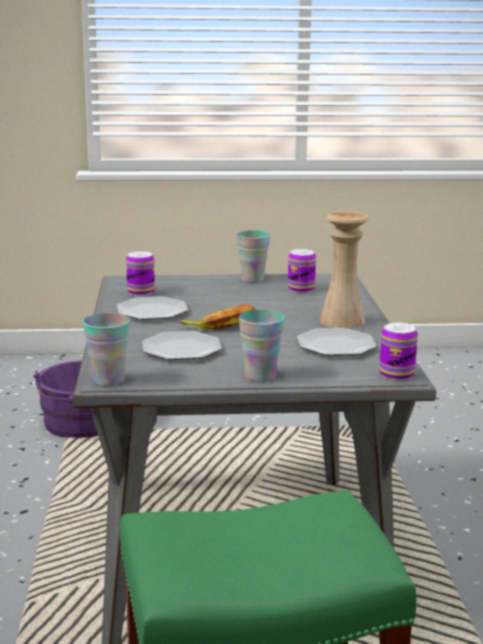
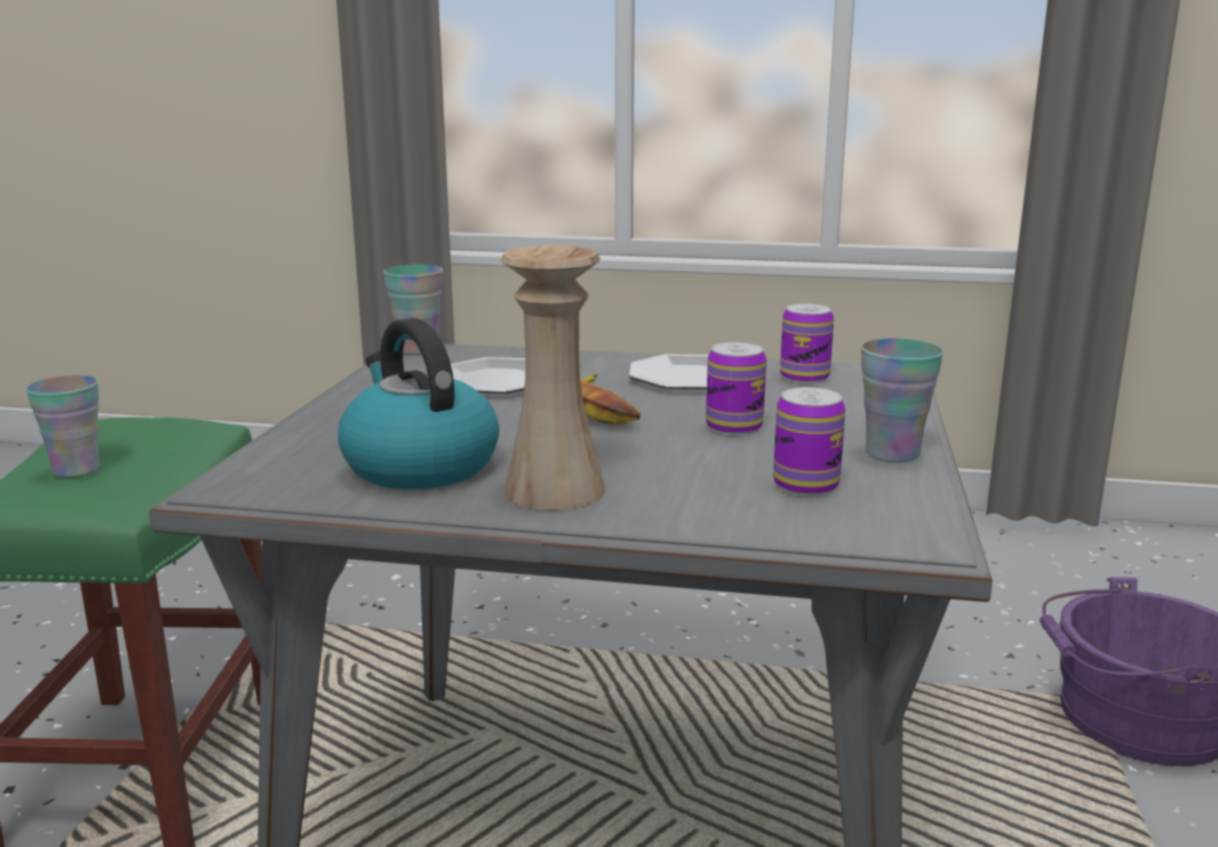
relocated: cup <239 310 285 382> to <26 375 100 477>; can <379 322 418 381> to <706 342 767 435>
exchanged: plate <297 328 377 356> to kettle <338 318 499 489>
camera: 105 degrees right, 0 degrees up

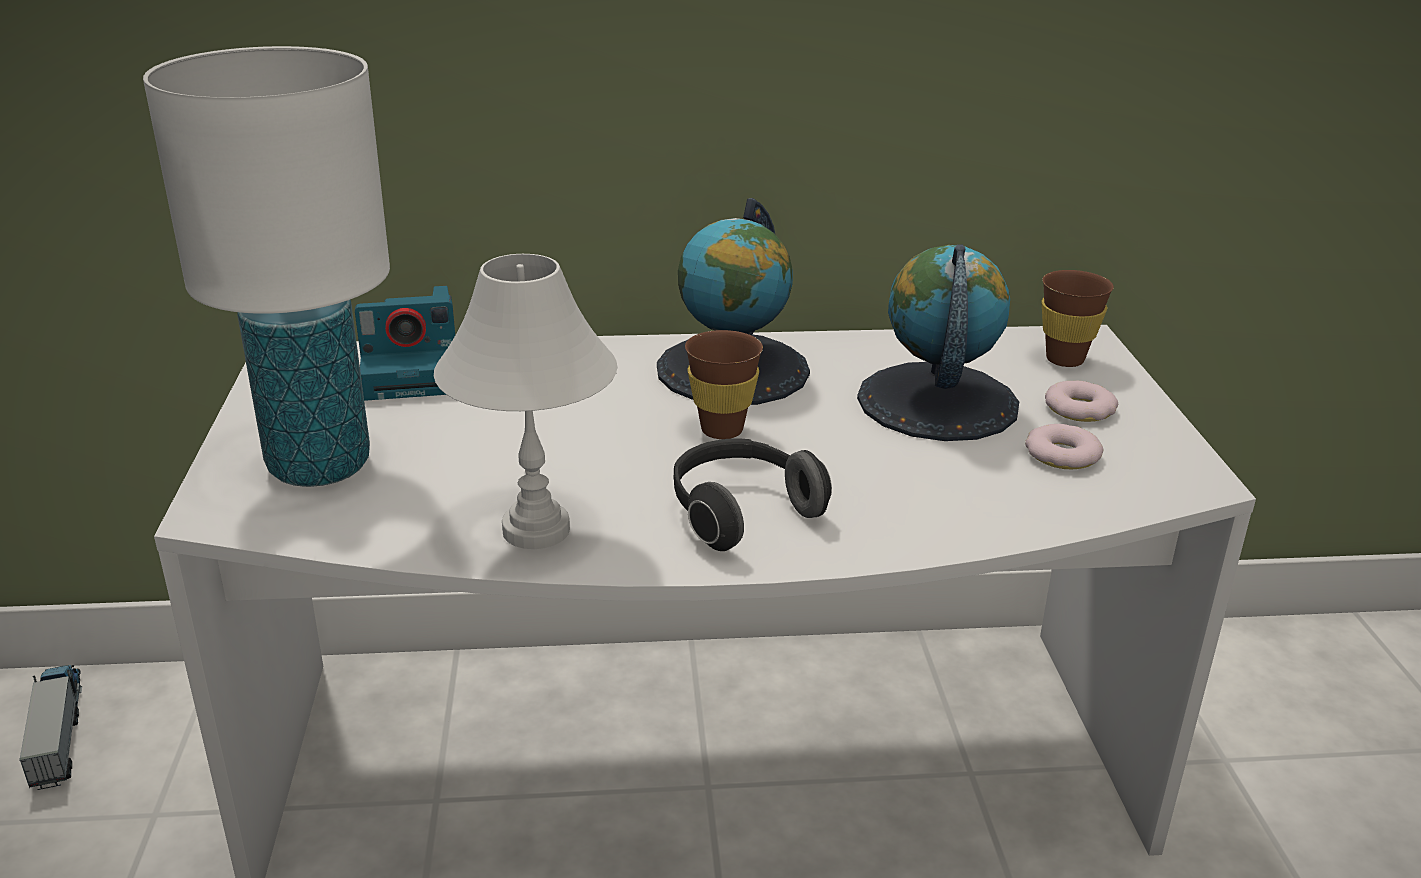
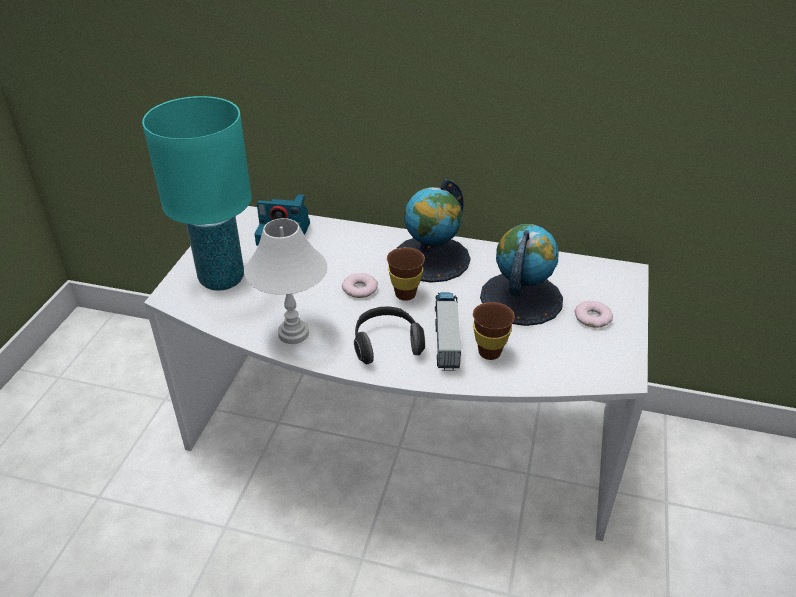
relocated: donut <1025 424 1103 469> to <342 273 378 298>; toy truck <19 665 82 790> to <435 292 461 371>; cup (brown) <1041 270 1114 367> to <473 302 515 360>
colour: table lamp (white) <143 46 390 487> to table lamp (turquoise) <142 96 252 291>
camera: 20 degrees right, 10 degrees up

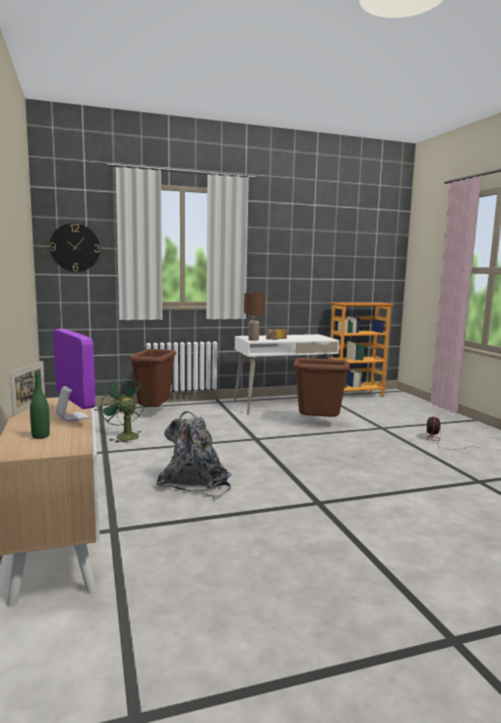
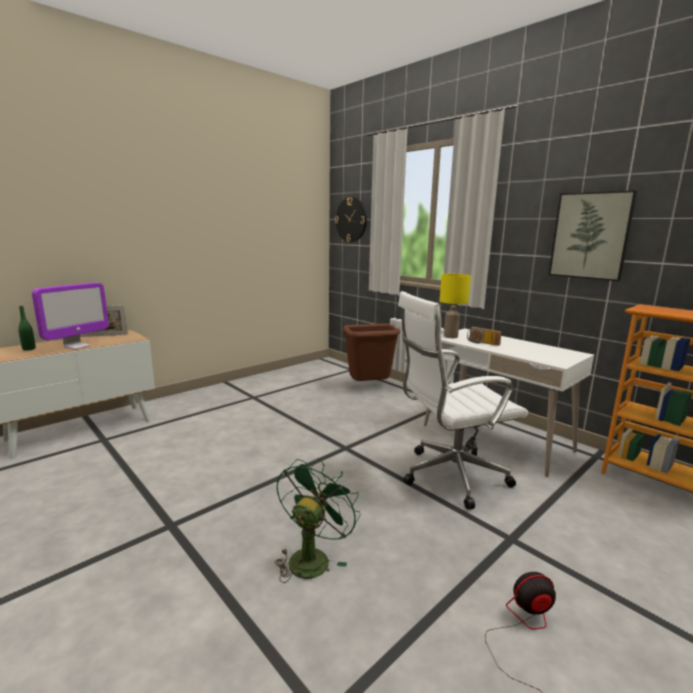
missing: backpack (grey) <156 411 232 499>
appeared: picture <549 190 637 281>
relocated: fan (green) <99 378 146 443> to <275 458 360 583>
exchanged: trash can (brown) <293 358 350 417> to office chair (white) <398 291 528 510>
colour: table lamp (brown) <244 293 265 341> to table lamp (yellow) <440 274 471 338>
camera: 65 degrees right, 5 degrees up

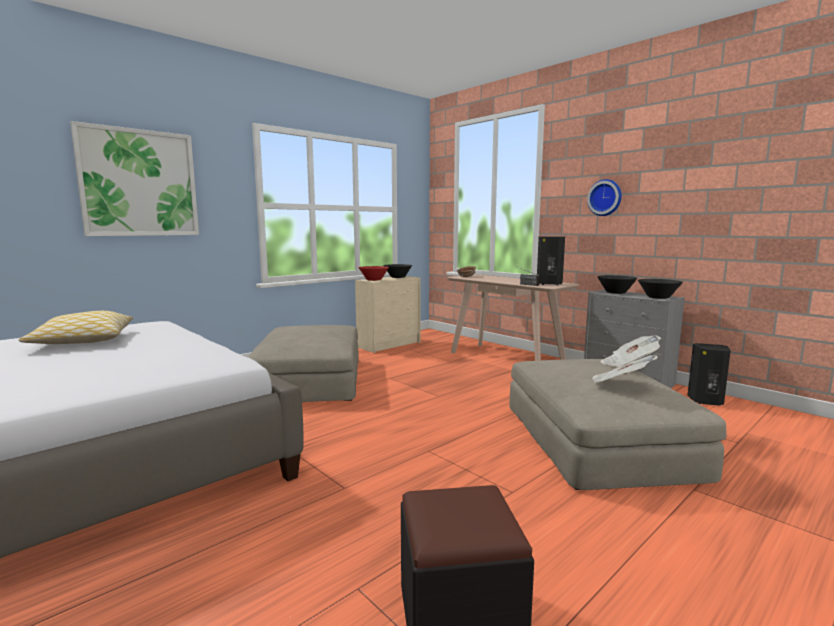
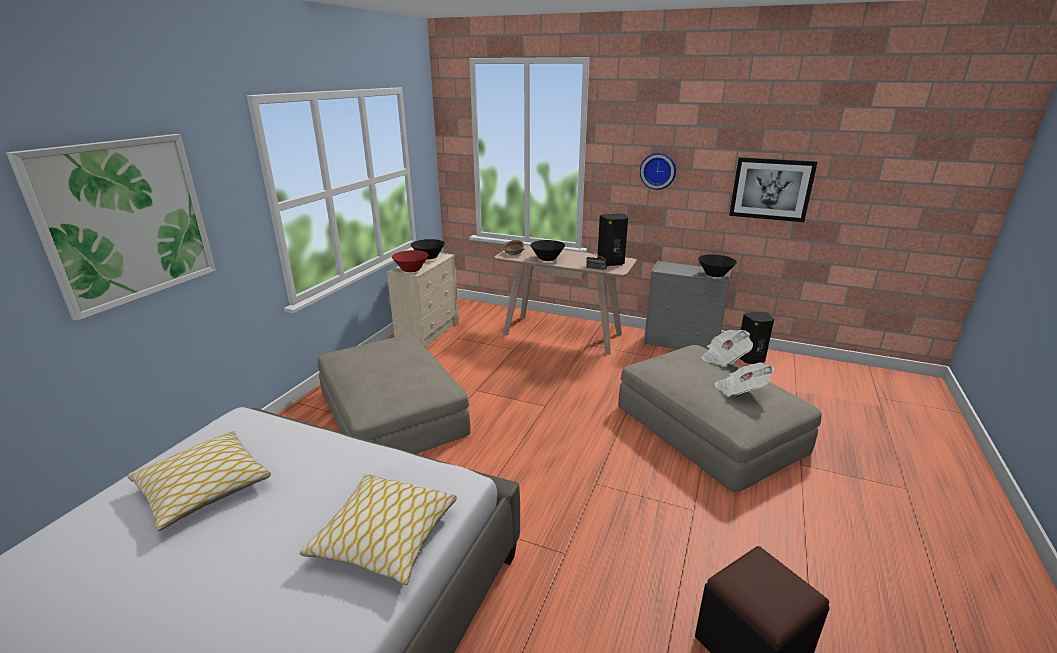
appeared: pillow <300 474 457 585>; picture <729 157 818 222>
relocated: bowl (black) <597 275 638 294> to <530 240 565 261>
camera: 25 degrees left, 15 degrees up

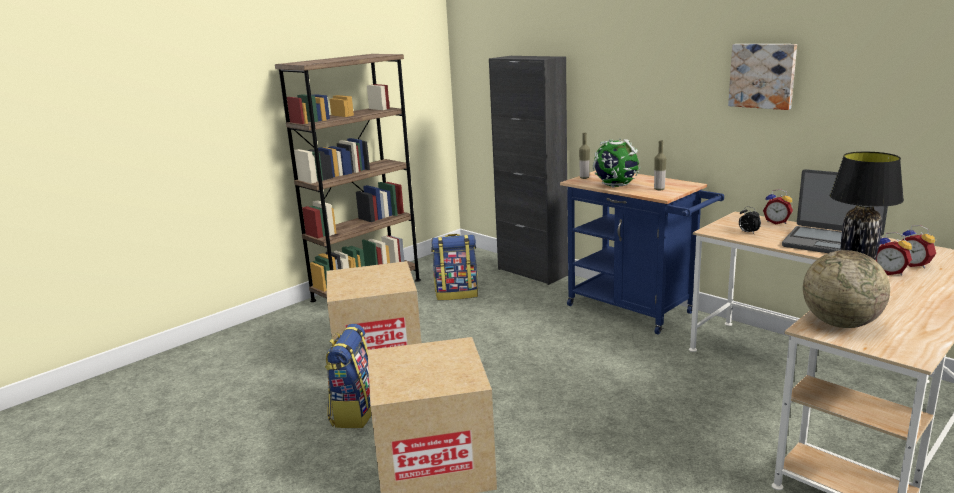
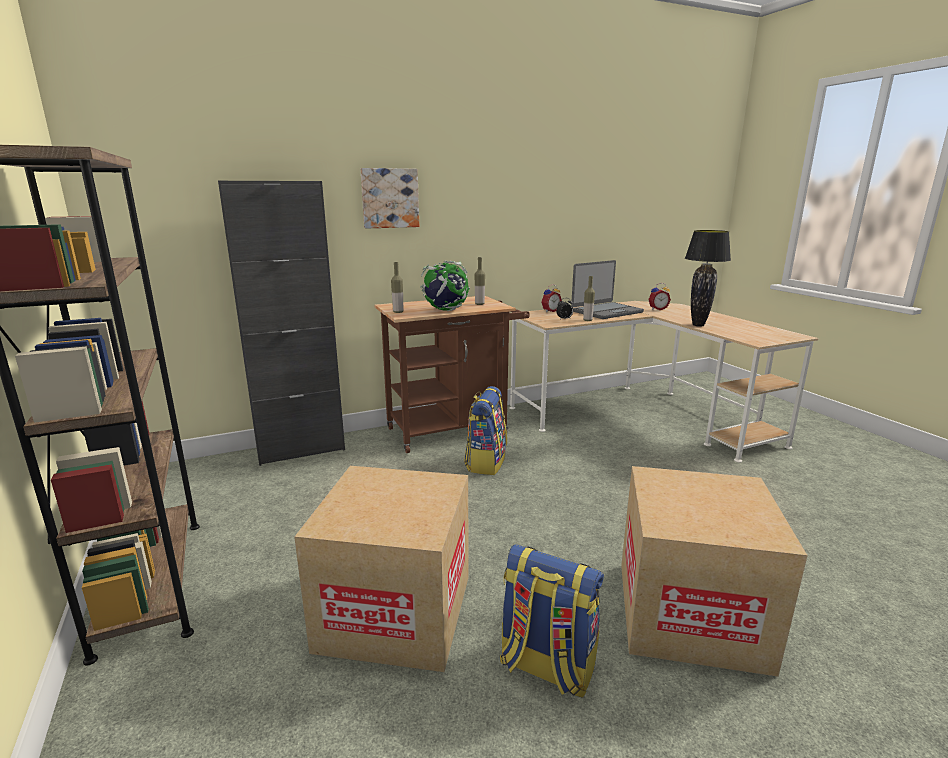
missing: globe <803 250 890 328>; alarm clock <876 232 912 276>
appeared: bottle <583 276 595 321>
relocated: picture <728 44 797 110> to <360 168 419 229>; backpack <431 234 478 300> to <464 386 507 475>
colour: cart (blue) <560 171 724 335> to cart (brown) <375 296 530 453>
camera: 70 degrees left, 0 degrees up

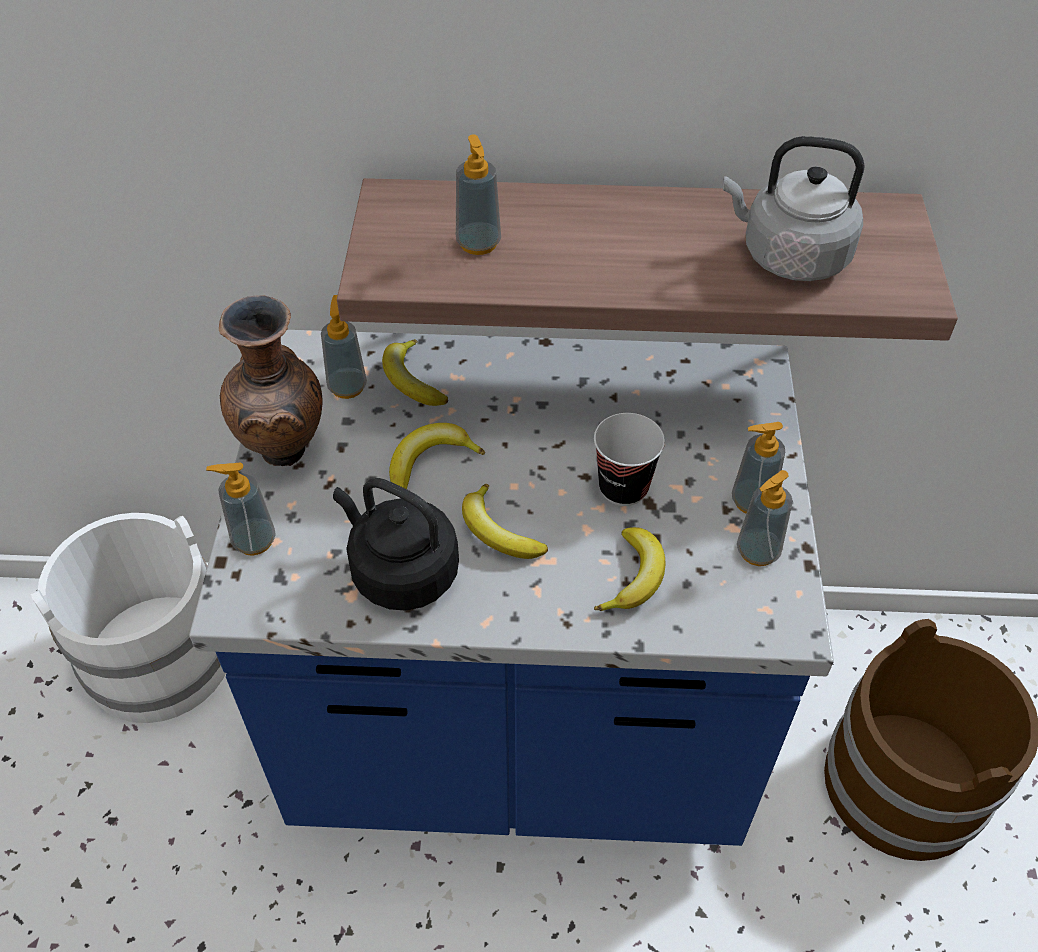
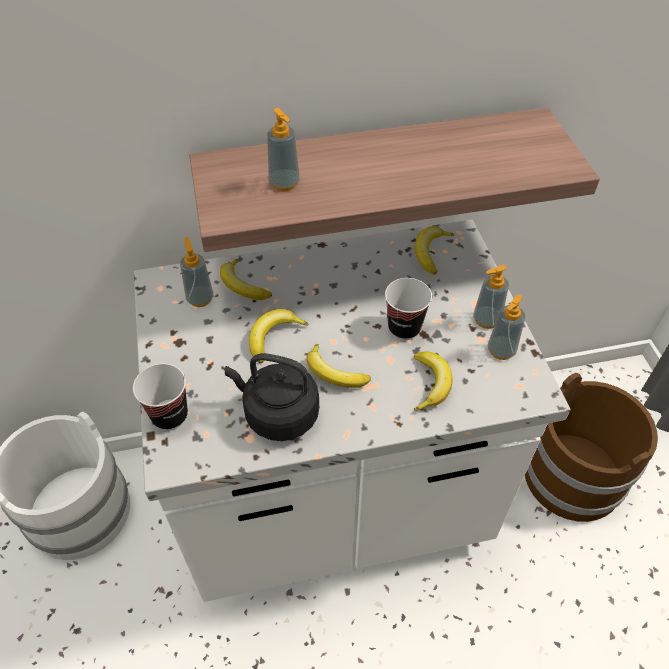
missing: vase (brown) <219 295 323 466>; kettle (grey) <723 136 864 281>
appeared: banana <415 226 454 275>
exchanged: soap dispenser <206 462 276 556> to cup <133 364 188 430>
colour: counter (blue) <189 330 834 846> to counter (white) <134 220 571 602>
camera: 15 degrees left, 0 degrees up

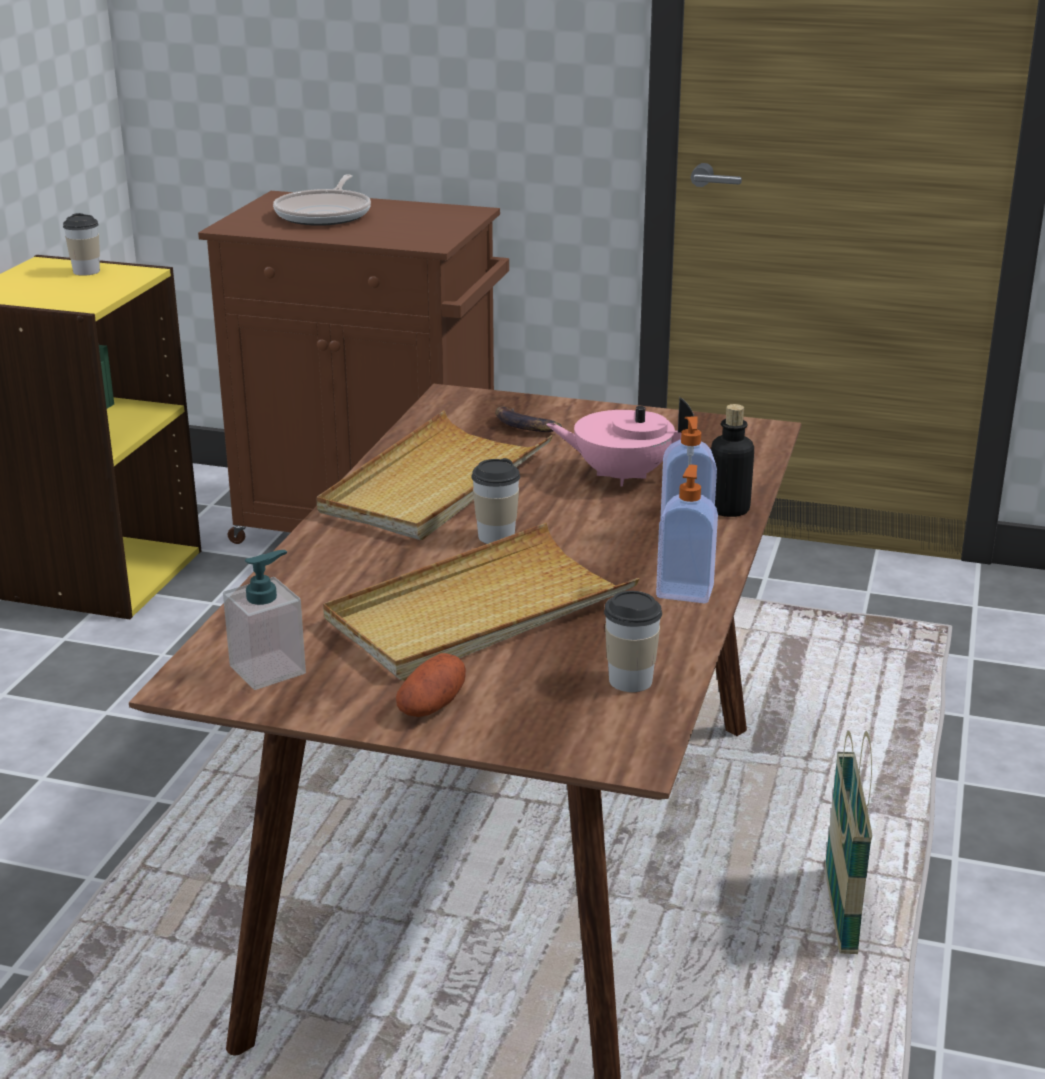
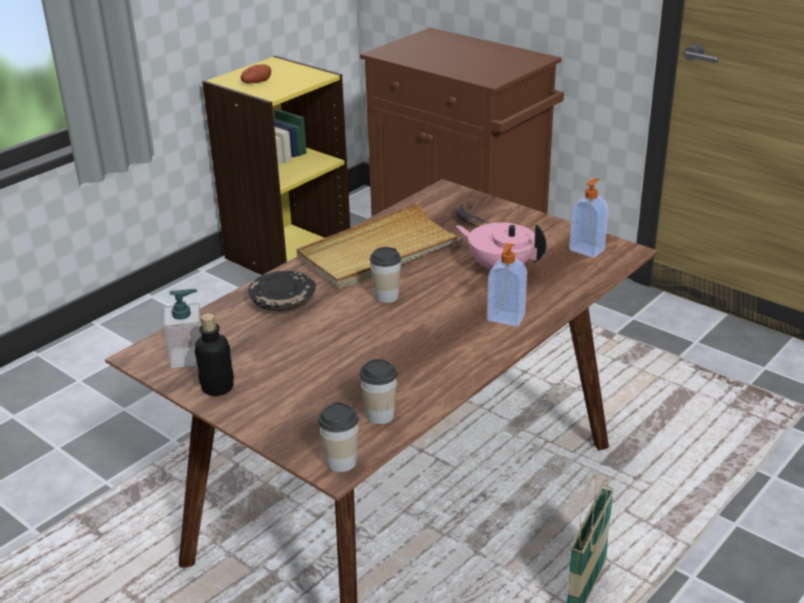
missing: frying pan <273 174 371 226>; tray (beige) <323 523 639 681>
appeared: plate (black) <248 271 316 311>
relocated: bottle <711 404 754 517> to <195 313 234 396>; potato <396 653 466 717> to <241 64 271 83>; cup <63 213 100 276> to <318 402 358 472>; soap dispenser <656 464 718 603> to <569 178 609 258>
camera: 25 degrees right, 5 degrees up

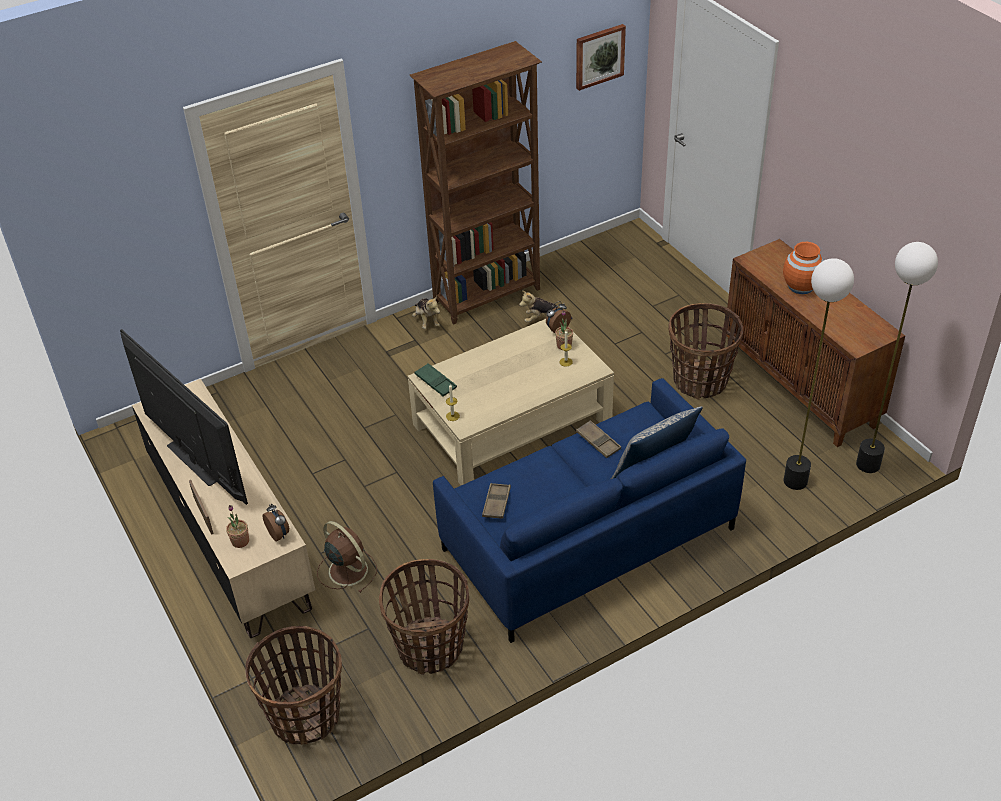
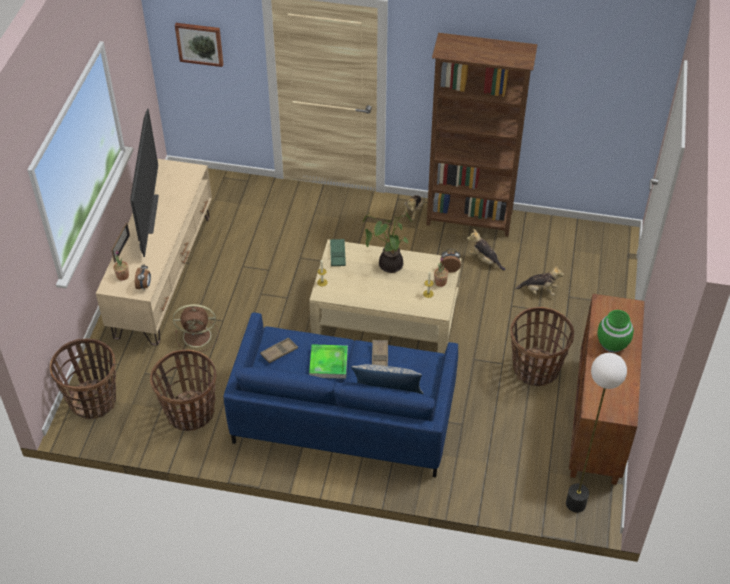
missing: floor lamp <784 258 854 490>
appeared: tray <309 344 348 379>; potted plant <363 212 412 273>; plush toy <516 265 564 296>
relocated: picture <576 24 626 91> to <175 23 223 67>
colour: vase (orange) <783 242 824 294> to vase (green) <597 310 634 352>
spun: fan (brown) <317 521 377 593> = <173 304 219 352> 90 degrees clockwise
camera: 40 degrees right, 5 degrees up

